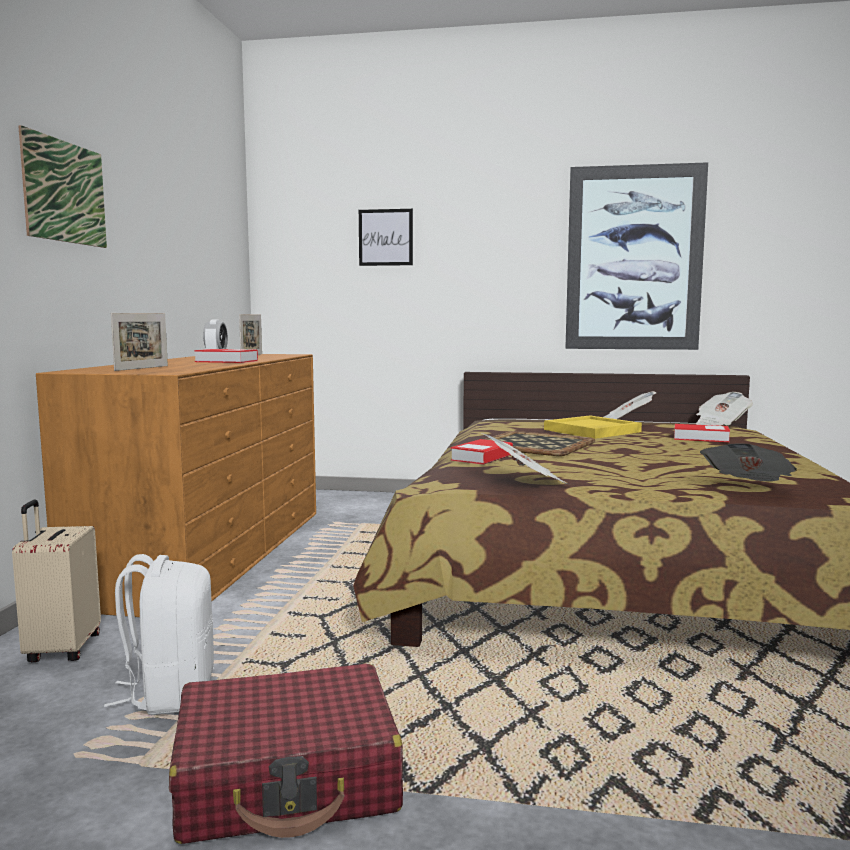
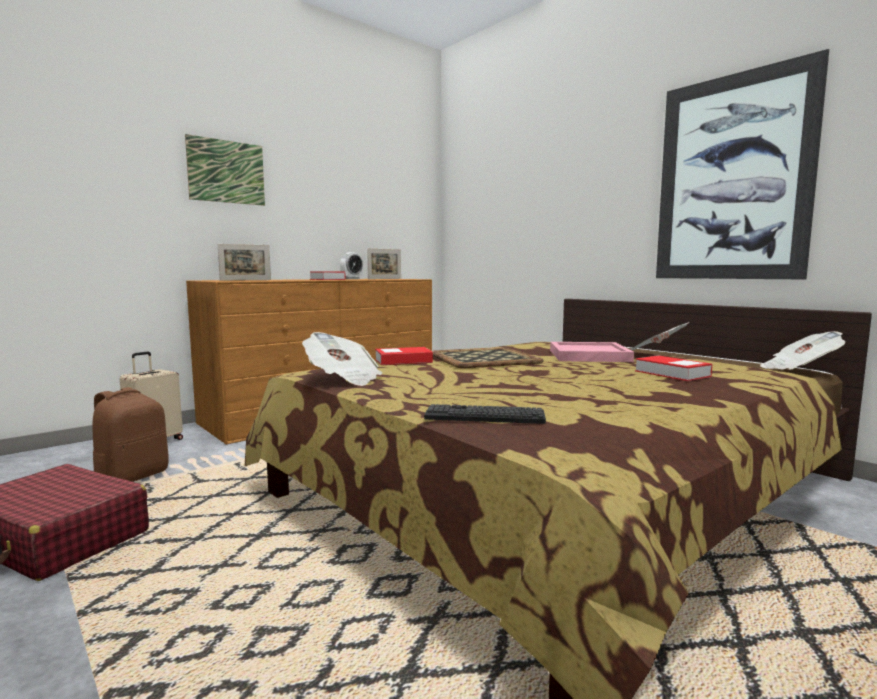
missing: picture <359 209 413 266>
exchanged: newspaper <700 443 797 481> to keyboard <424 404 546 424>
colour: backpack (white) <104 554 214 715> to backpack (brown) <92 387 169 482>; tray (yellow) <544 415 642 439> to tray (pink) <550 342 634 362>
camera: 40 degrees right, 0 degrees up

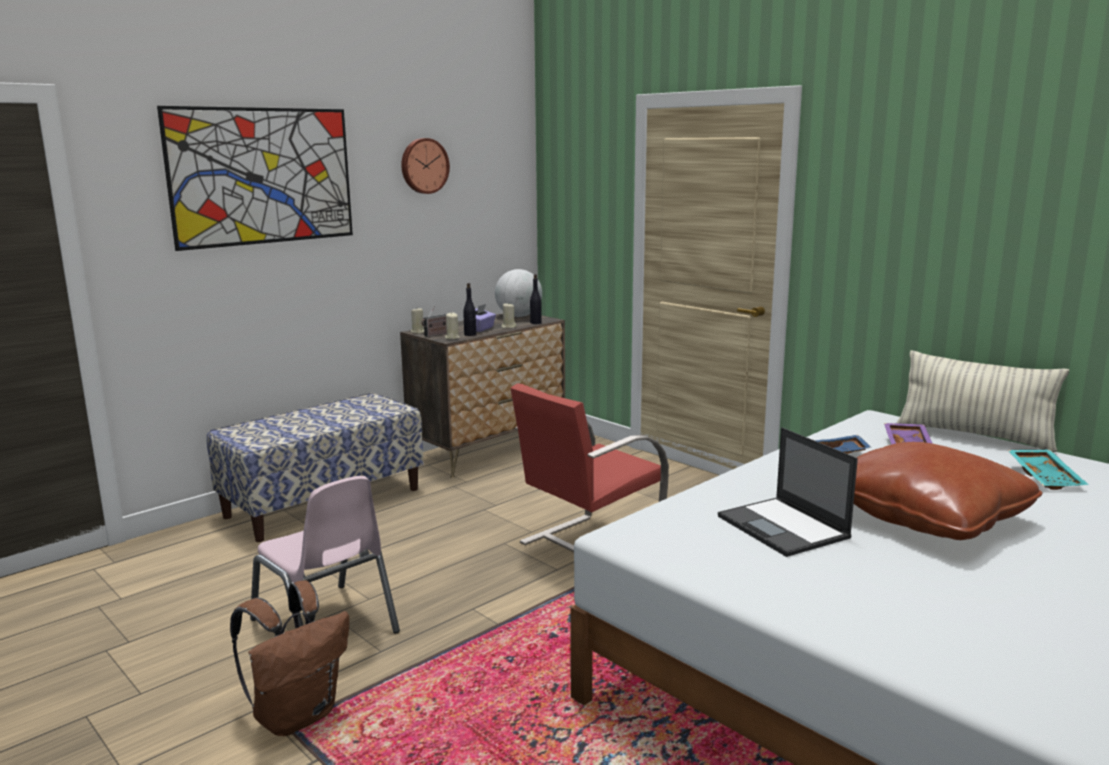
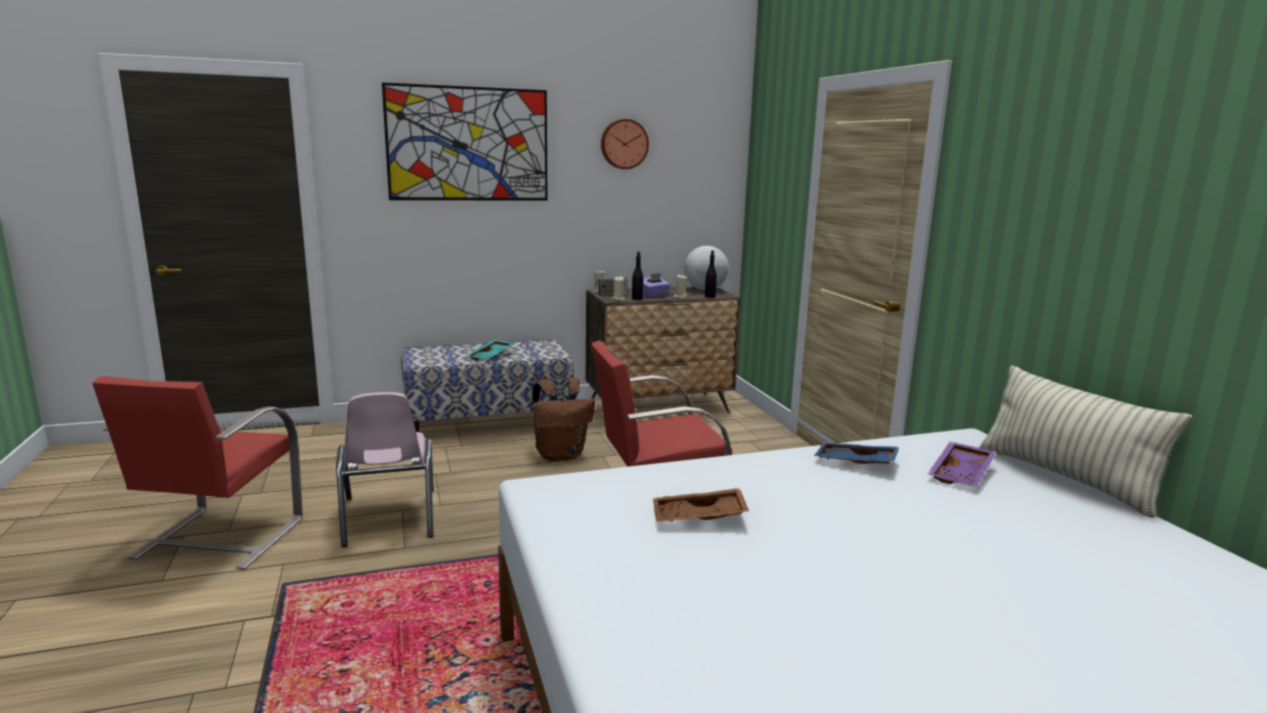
missing: pillow (brown) <854 442 1042 540>
appeared: chair (red) <92 376 303 569>
relocated: tray (turquoise) <1008 449 1089 490> to <466 340 514 360>; backpack (brown) <230 580 349 736> to <532 377 595 462>
exchanged: laptop <718 427 858 557> to tray (brown) <653 488 749 522>
camera: 25 degrees right, 0 degrees up

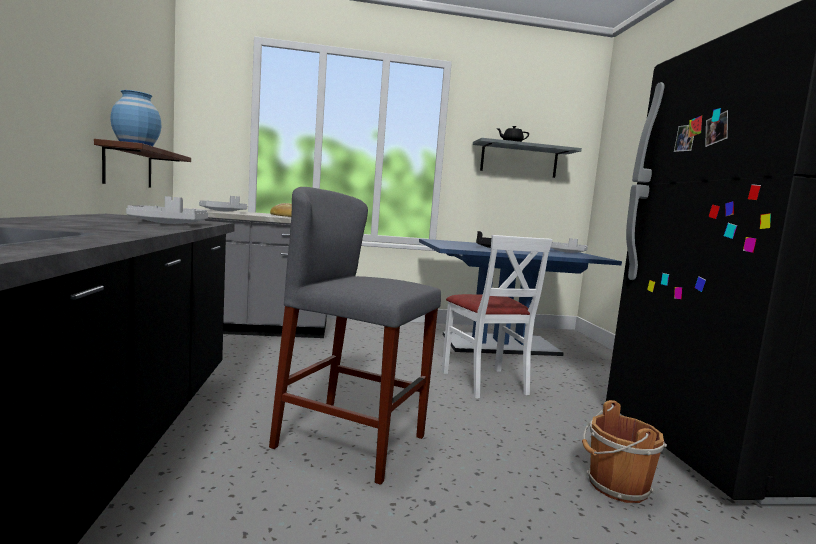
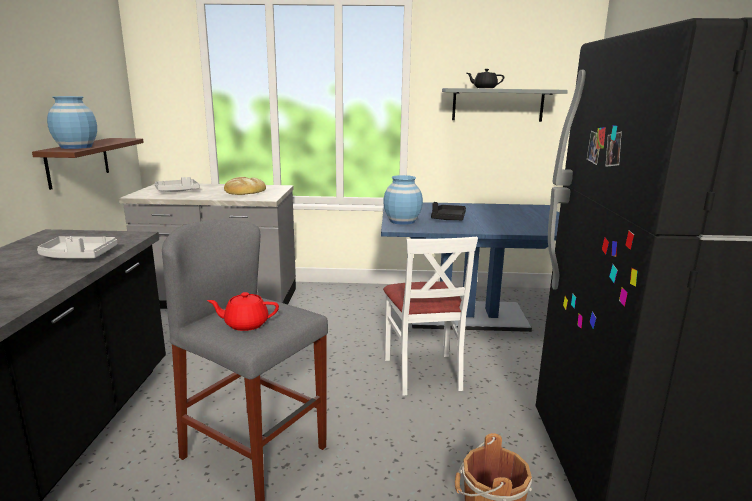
missing: tray (grey) <550 238 588 253>
appeared: teapot (red) <207 292 279 331>; vase (blue) <383 175 423 225>
camera: 10 degrees right, 10 degrees up

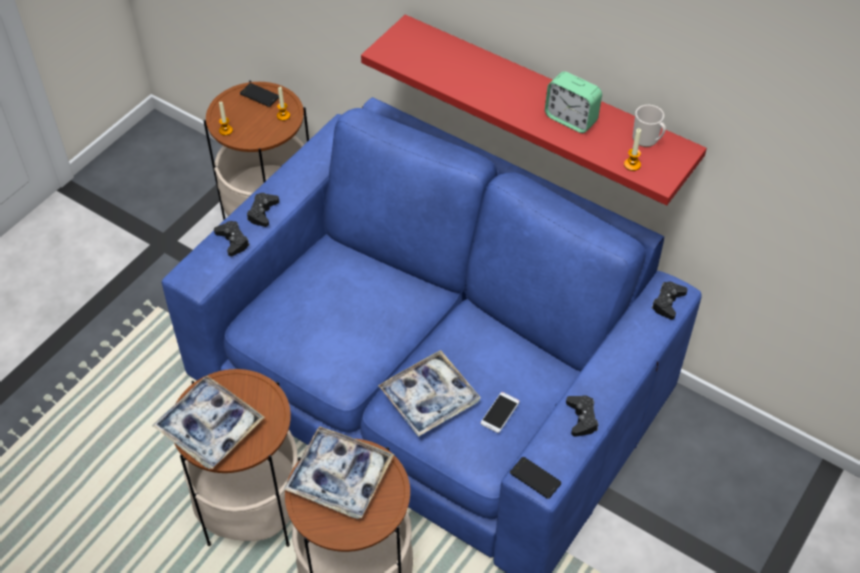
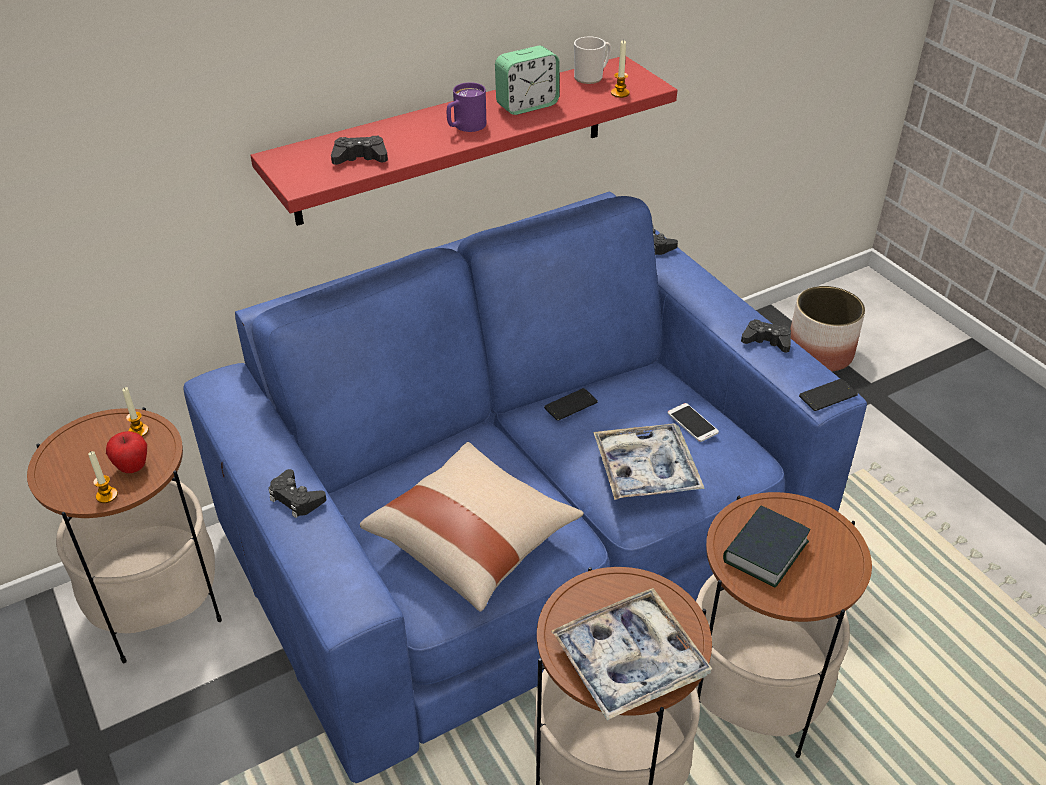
appeared: apple <106 431 147 473>; pillow (beige) <360 442 584 612>; mug (purple) <447 82 486 132>; planter <790 286 865 372>
relocated: game controller (black) <214 221 250 256> to <331 136 388 165>; phone <240 83 279 107> to <544 388 598 421>
exchanged: tray <283 426 394 519> to book <723 505 810 587>
camera: 65 degrees left, 10 degrees down

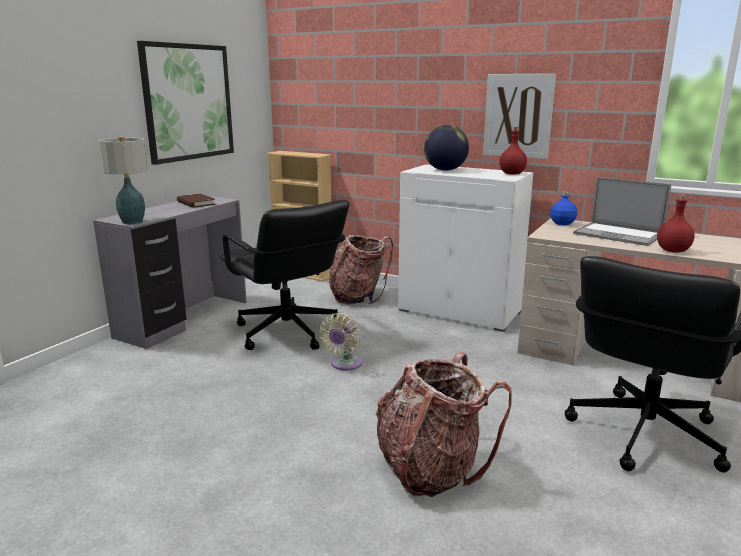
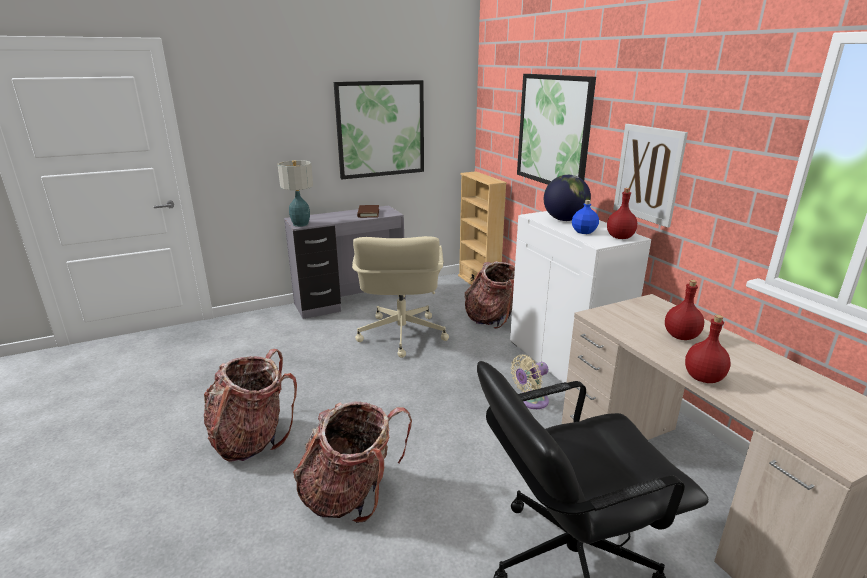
appeared: backpack <204 349 297 462>; picture <517 74 596 185>
relocated: fan (beige) <319 313 362 371> to <511 355 549 409>; bottle (blue) <550 192 577 225> to <572 200 599 234>
exchanged: laptop <573 177 671 246> to bottle (red) <665 280 704 340>
colour: office chair (black) <219 200 349 350> to office chair (beige) <352 236 449 358>
camera: 35 degrees right, 5 degrees up

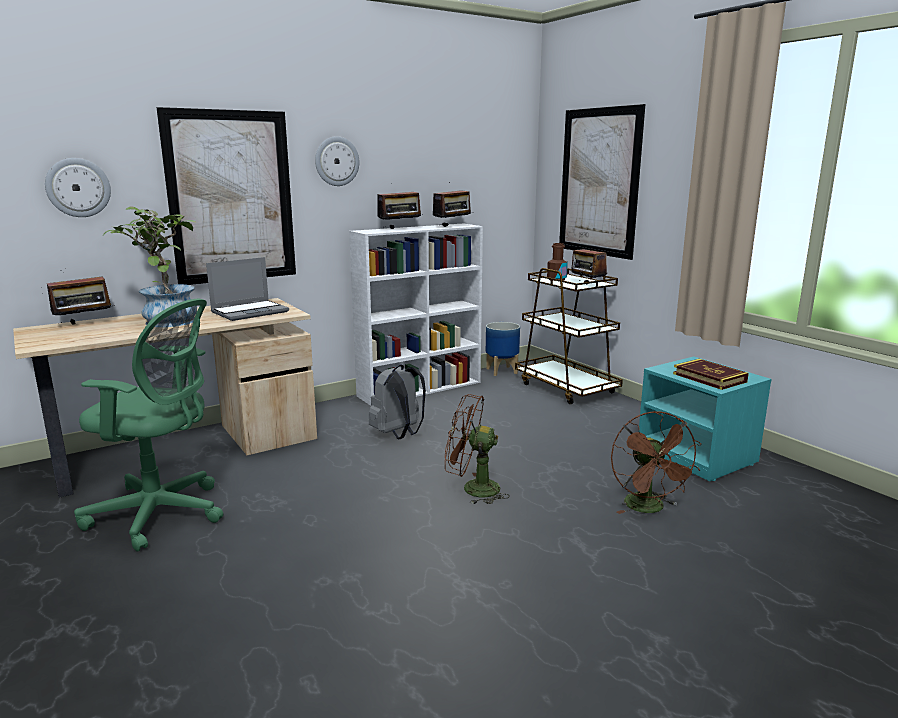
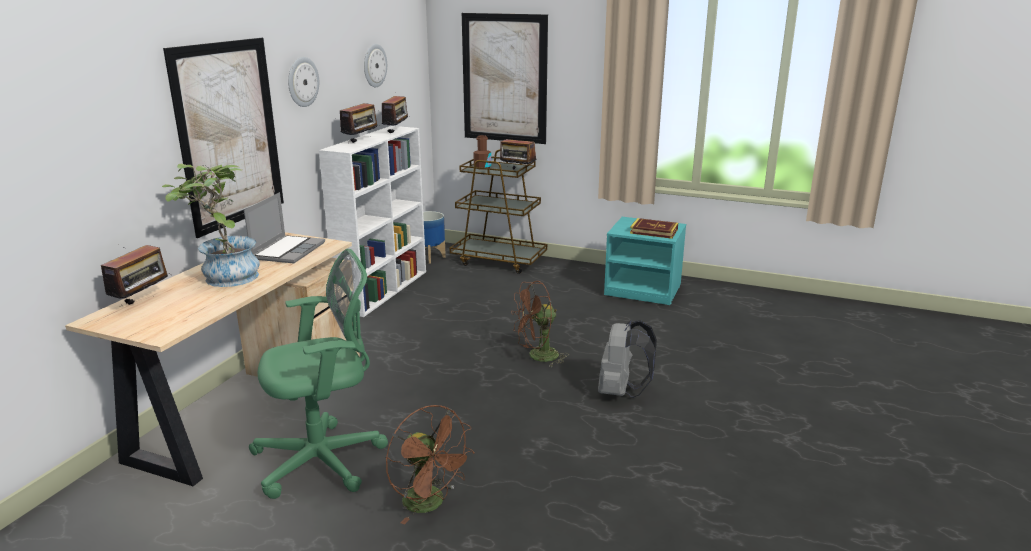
relocated: wall clock <45 158 111 217> to <364 44 387 88>; fan (brown) <611 411 702 514> to <386 405 474 525>; backpack (grey) <369 365 426 439> to <598 320 657 398>
camera: 35 degrees left, 5 degrees up

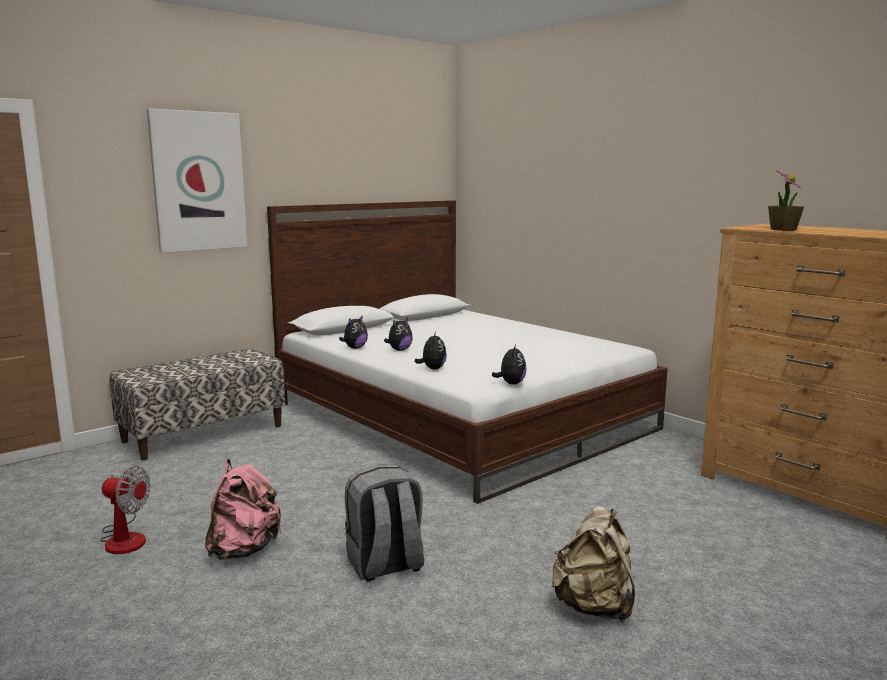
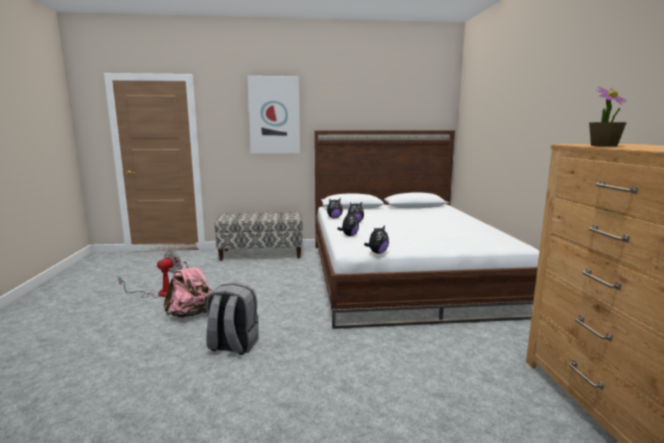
missing: backpack (beige) <552 506 635 622>
spun: fan <100 466 151 554> = <118 251 181 298> 105 degrees counterclockwise
camera: 35 degrees right, 0 degrees up

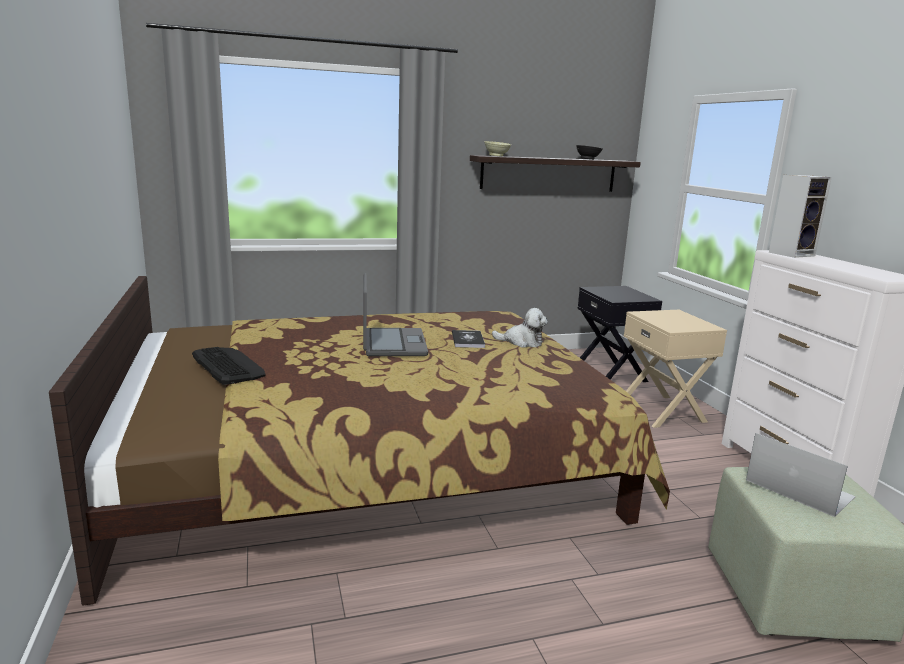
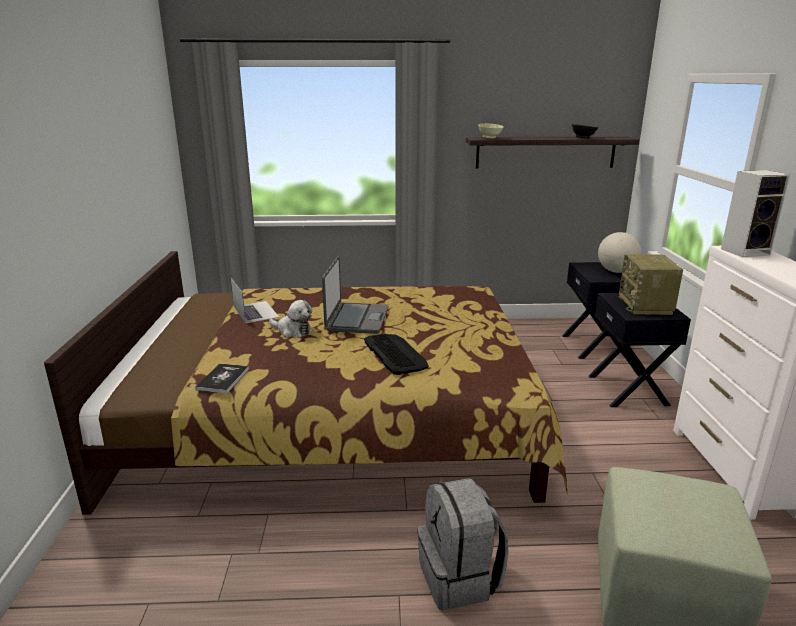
appeared: backpack (grey) <417 478 509 611>; globe <598 232 641 273>; radio <619 254 683 315>
relocated: book <452 330 485 348> to <195 364 249 393>; laptop <746 433 856 517> to <231 278 279 323>; plush toy <492 308 548 348> to <269 300 313 338>; keyboard <192 347 266 384> to <364 334 429 375>
colour: nightstand (beige) <624 310 727 428> to nightstand (black) <588 293 691 407>
camera: 15 degrees right, 5 degrees up

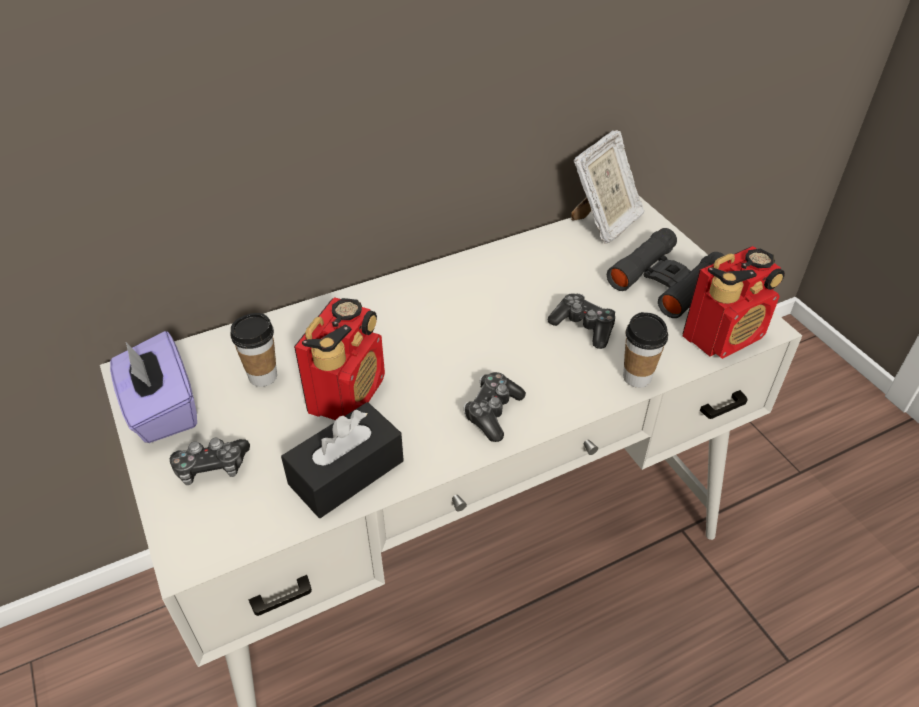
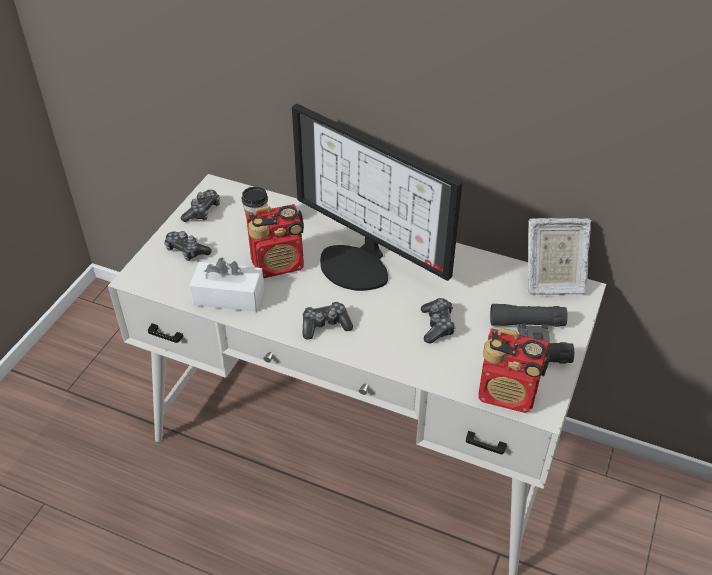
missing: cup <623 312 668 388>
appeared: monitor <292 104 463 291>
exchanged: tissue box (purple) <110 331 197 443> to game controller <181 190 220 222>
colour: tissue box (black) <281 402 403 518> to tissue box (white) <189 258 264 312>
camera: 50 degrees right, 0 degrees up

